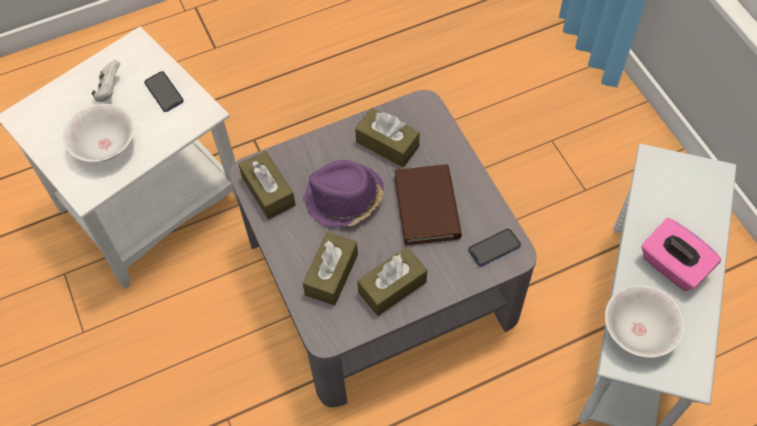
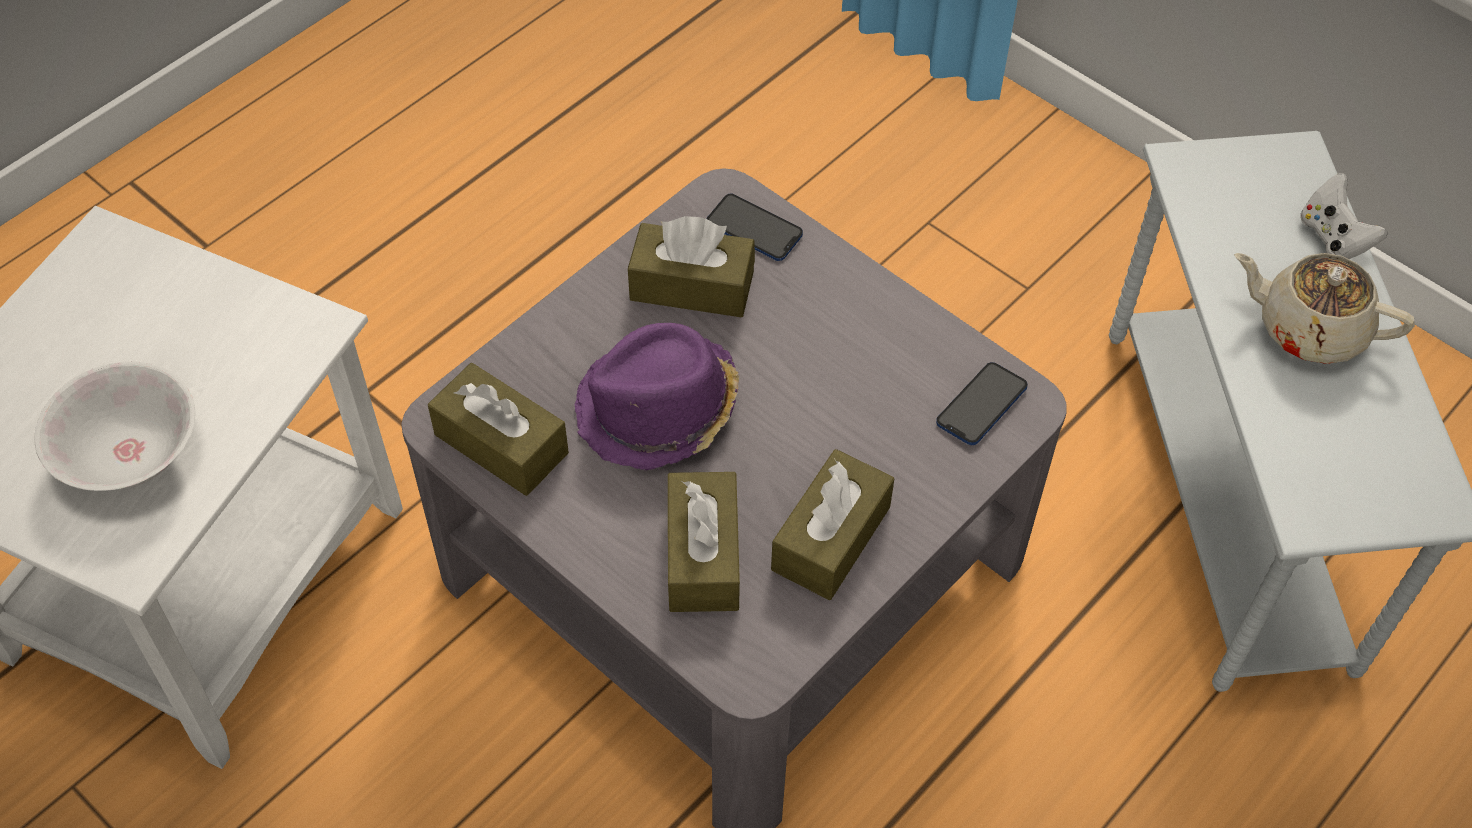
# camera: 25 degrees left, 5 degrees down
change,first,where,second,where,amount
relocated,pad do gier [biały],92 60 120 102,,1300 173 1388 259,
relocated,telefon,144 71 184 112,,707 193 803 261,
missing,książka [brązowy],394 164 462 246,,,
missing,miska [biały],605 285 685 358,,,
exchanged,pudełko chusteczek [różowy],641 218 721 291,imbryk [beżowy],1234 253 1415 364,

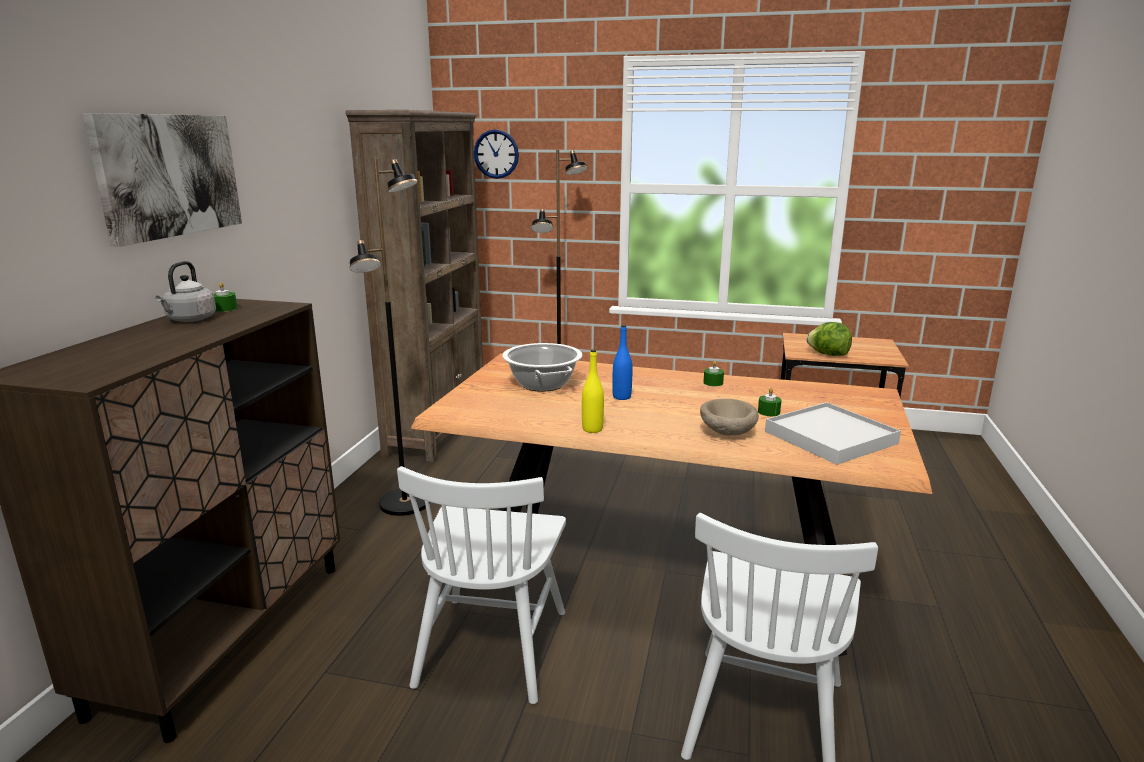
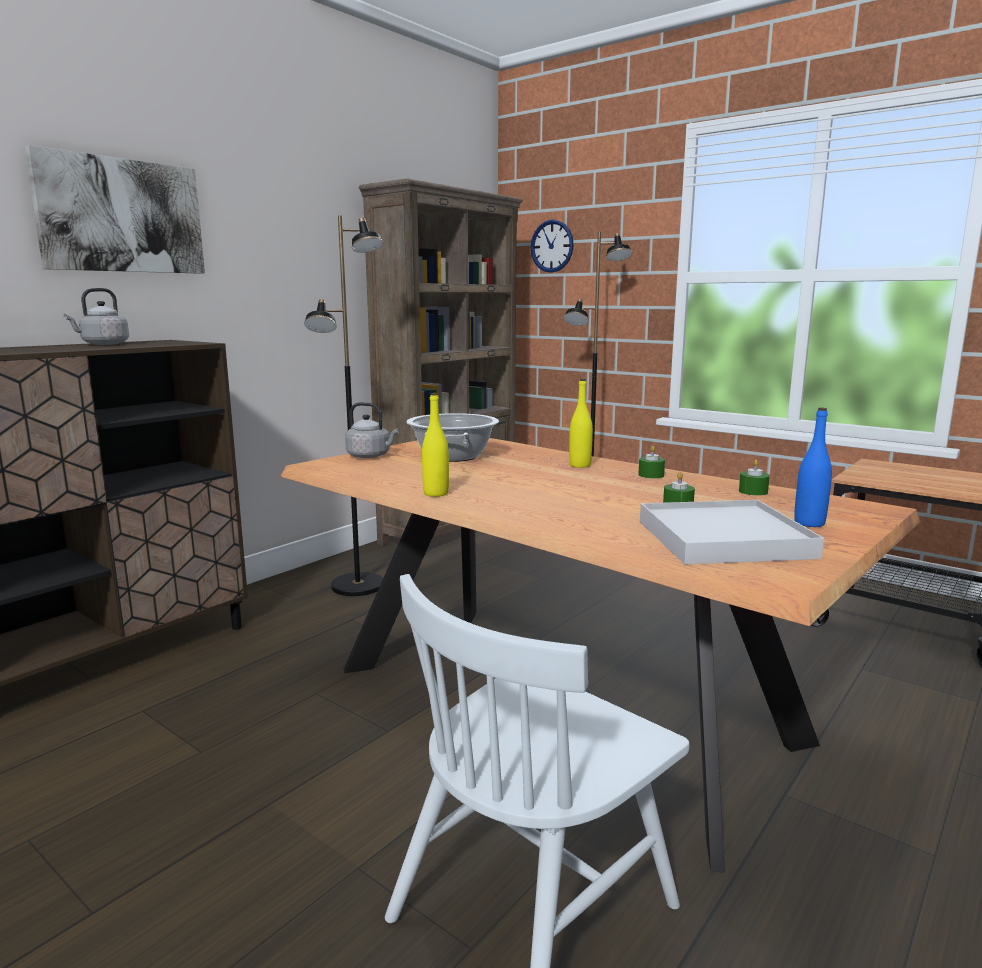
# camera: 25 degrees right, 5 degrees down
change,first,where,second,where,amount
relocated,świeca [zielony],213 282 237 312,,739 459 770 496,
missing,krzesło [biały],397 466 566 704,,,
relocated,butelka [niebieski],612 325 633 400,,794 408 832 527,
missing,miska [beżowy],700 399 759 435,,,
missing,sałata,806 322 852 356,,,
appeared,,,czajnik [szary],345 402 399 458,
appeared,,,butelka [żółty],569 379 593 468,

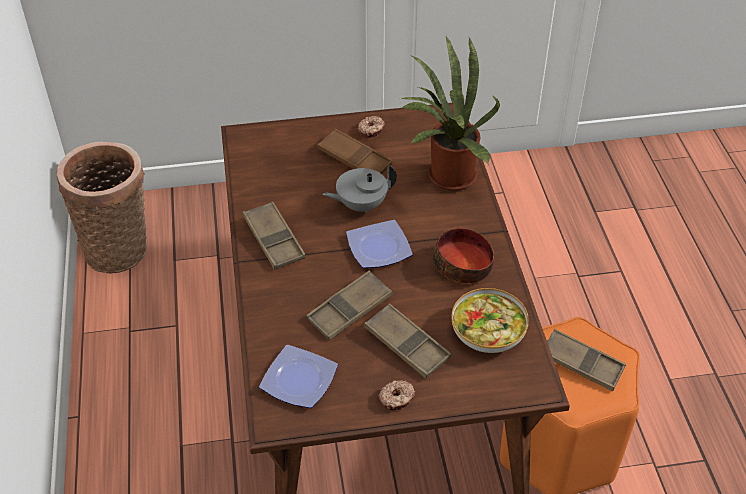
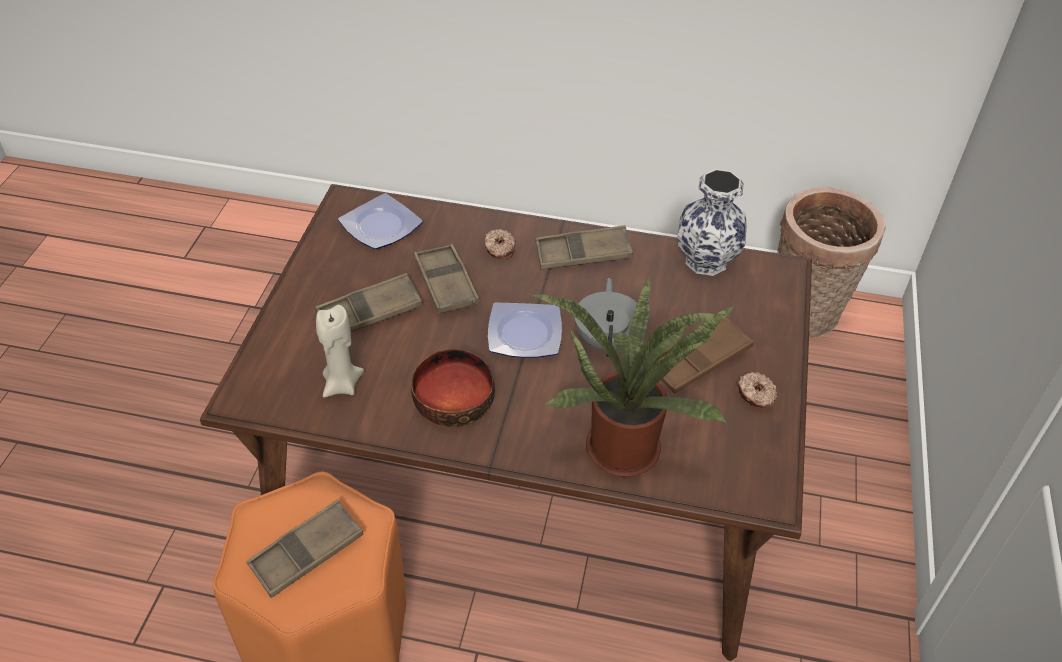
# camera: 110 degrees right, 0 degrees up
change,first,where,second,where,amount
relocated,donut,379 380 415 410,,484 229 516 259,
exchanged,miska,452 288 529 353,świeca [beżowy],316 305 364 397,
appeared,,,wazon,677 169 747 276,

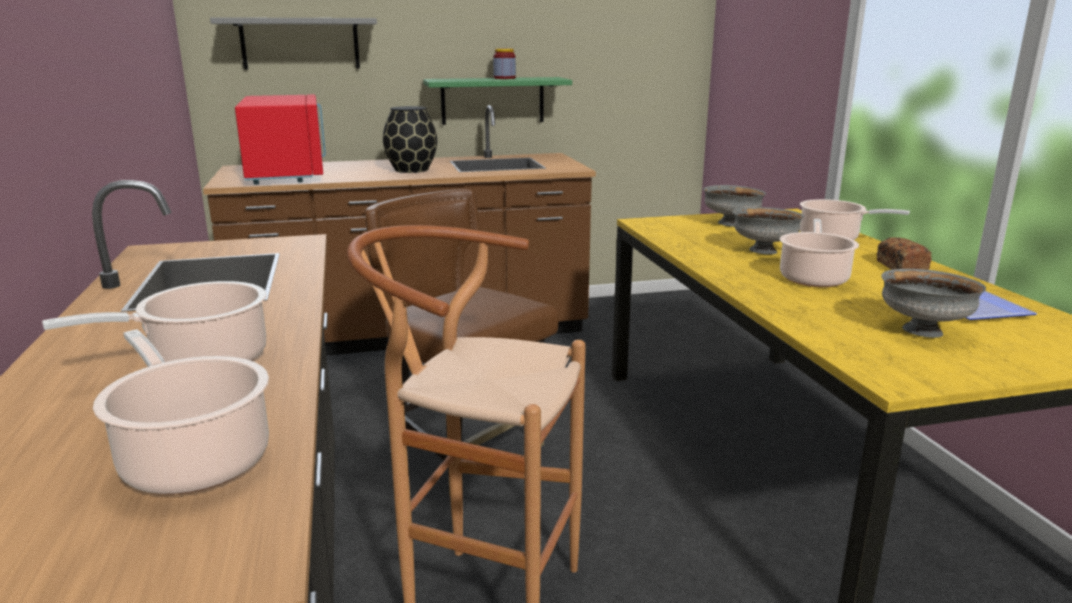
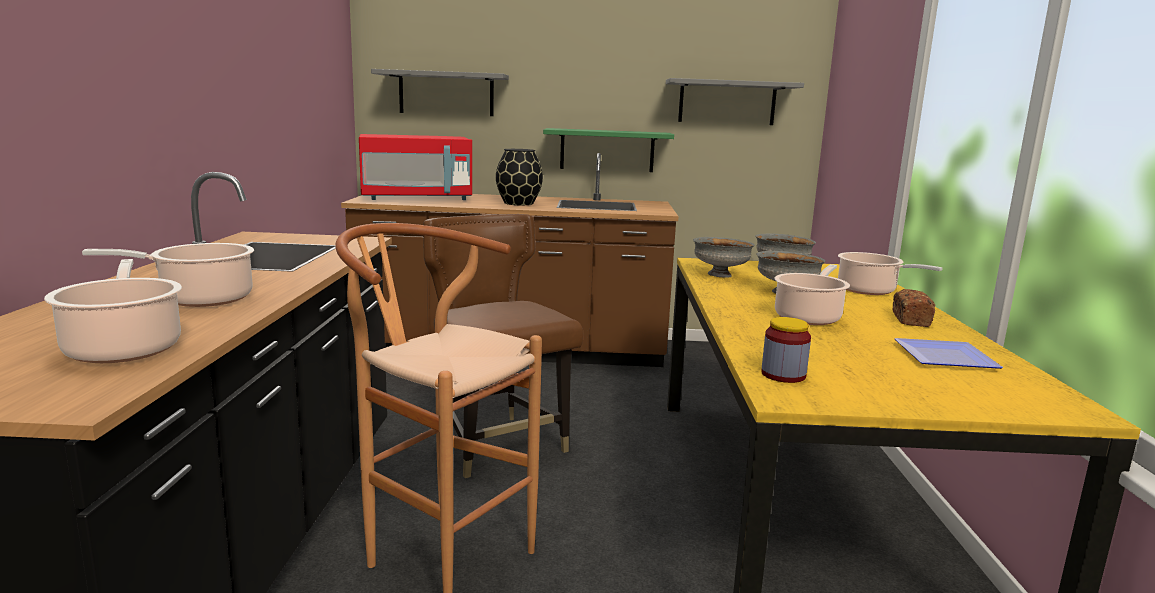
# camera: 15 degrees right, 5 degrees down
change,first,where,second,where,amount
spun,mikrofalówka [czerwony],235 94 326 185,,359 134 472 200,75 degrees clockwise
relocated,słoik,493 49 516 79,,761 317 811 383,
relocated,miska [szary],881 269 986 338,,693 237 755 278,
appeared,,,półka [szary],666 78 804 125,

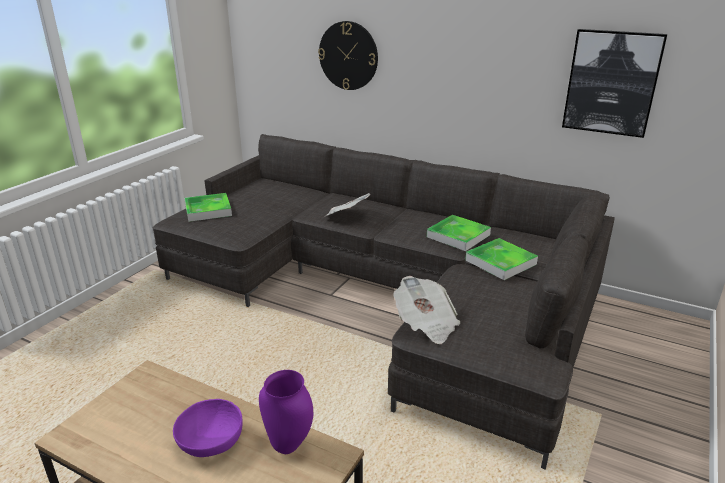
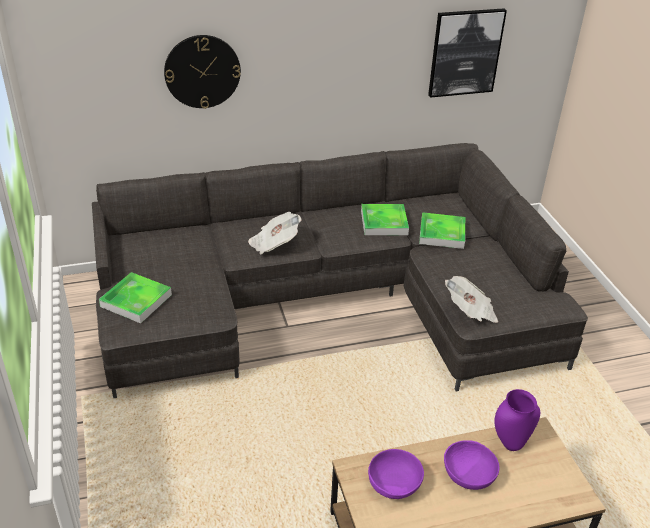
# camera: 45 degrees left, 10 degrees up
change,first,where,second,where,amount
appeared,,,miska [fioletowy],368 449 424 499,

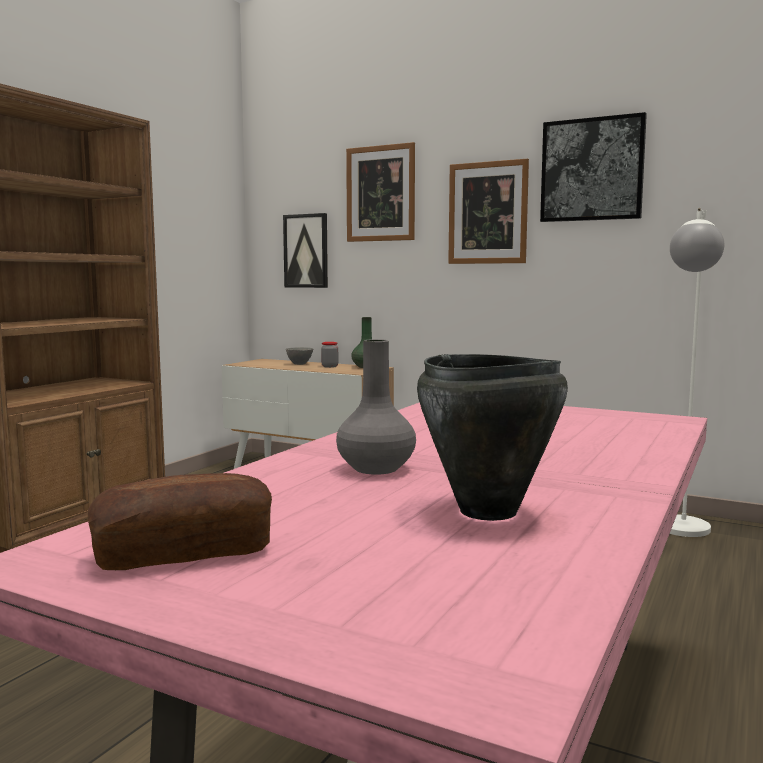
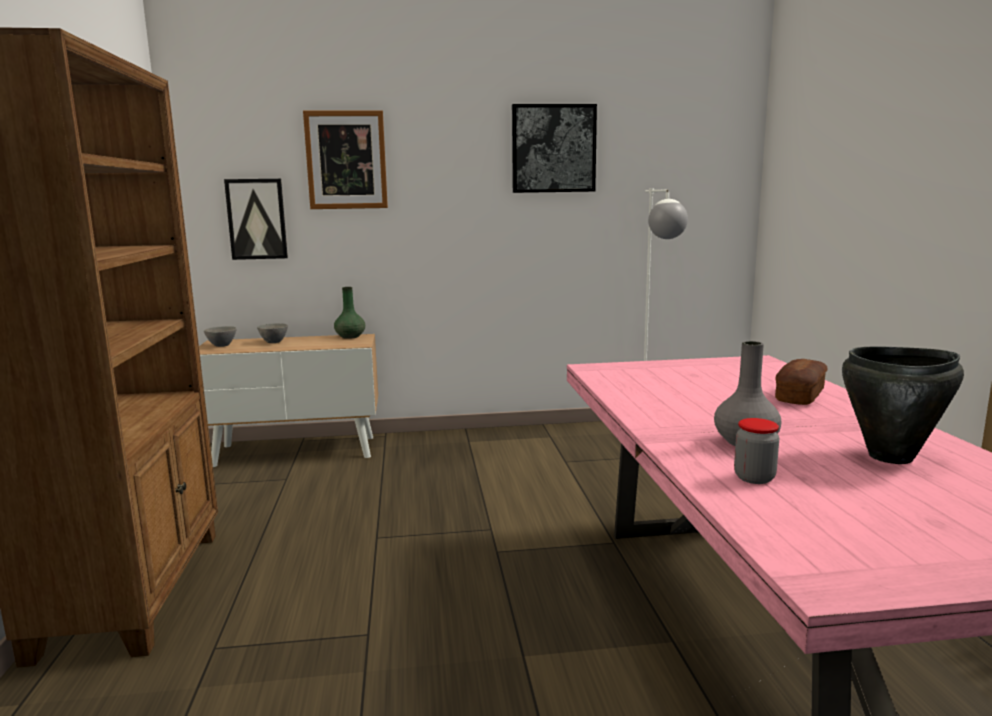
# camera: 35 degrees left, 5 degrees up
change,first,where,second,where,amount
relocated,chleb,88 473 272 570,,775 359 828 405,
relocated,słoik,321 342 338 368,,734 418 779 484,
missing,obraz,448 159 529 264,,,
appeared,,,miska [szary],204 326 237 347,

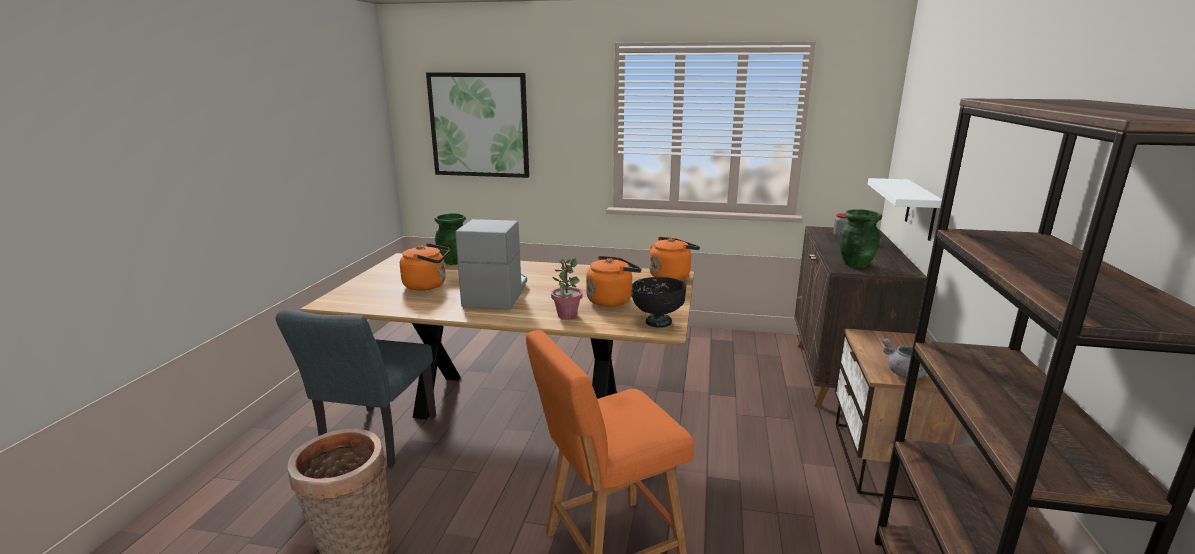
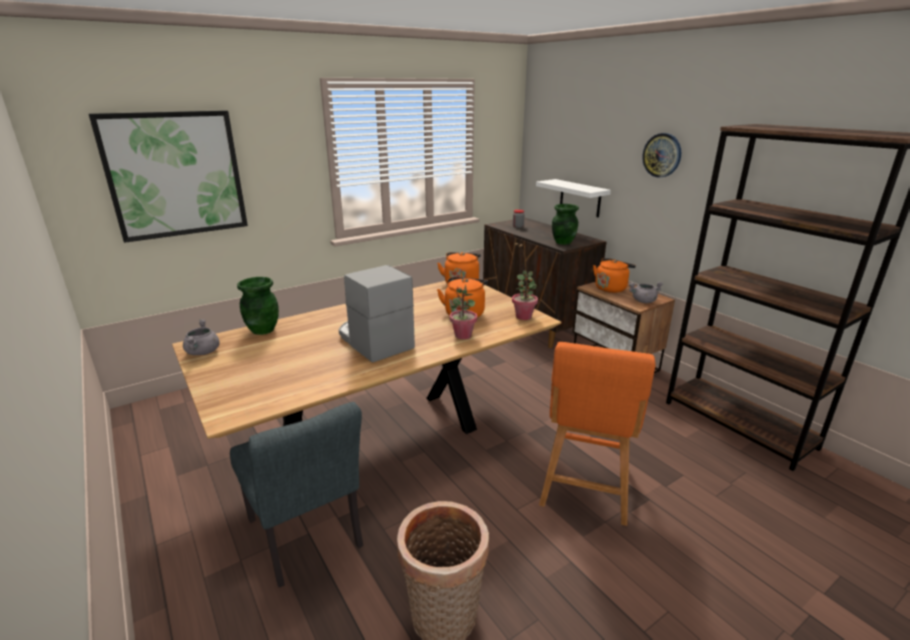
# camera: 45 degrees left, 5 degrees up
change,first,where,second,where,amount
relocated,czajnik [pomarańczowy],400 243 450 291,,593 258 636 293,
exchanged,miska [czarny],631 277 686 327,roślina doniczkowa,512 271 538 320,
appeared,,,garnek [szary],183 319 220 355,
appeared,,,zegar ścienny,642 133 681 178,

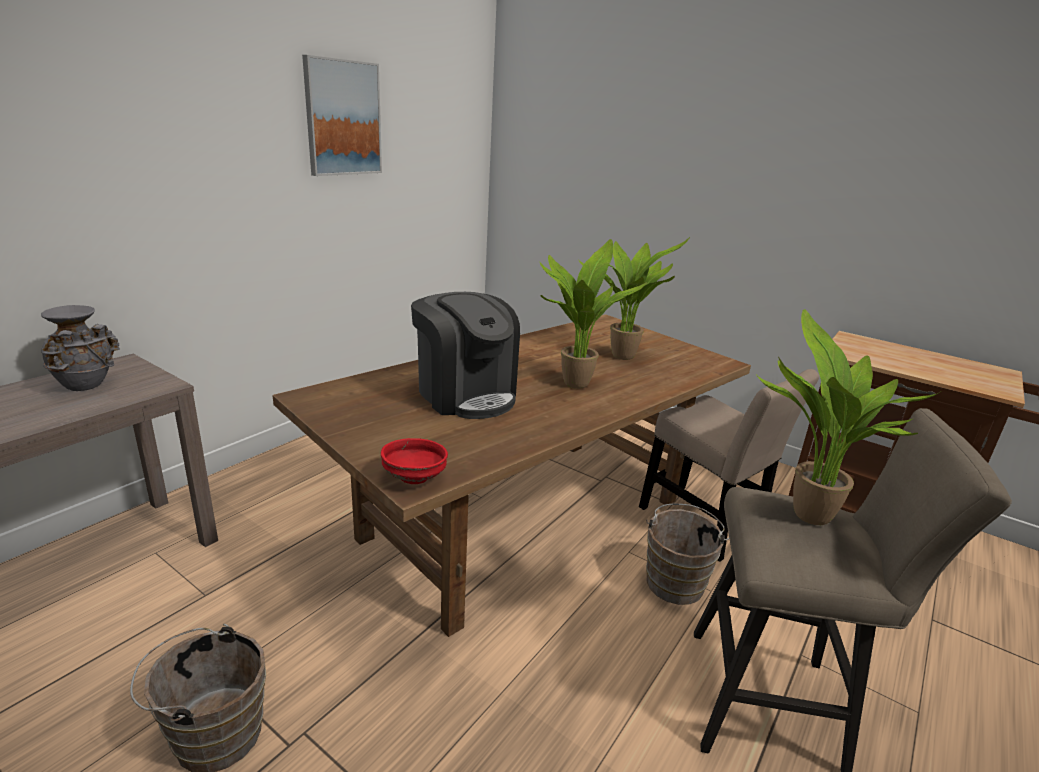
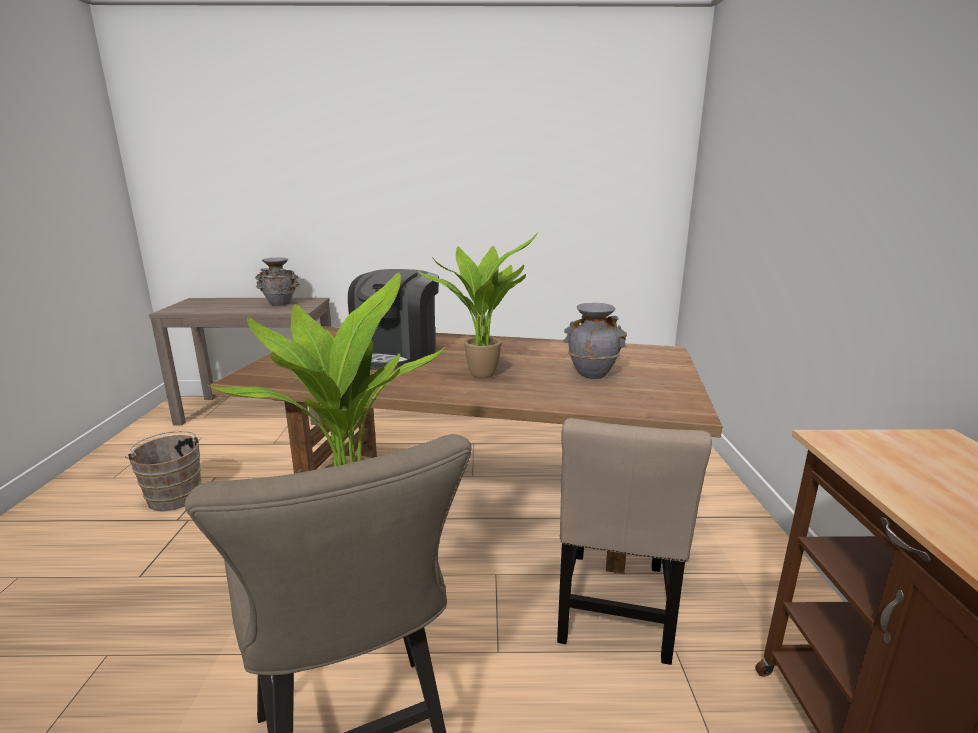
# camera: 55 degrees right, 5 degrees down
change,first,where,second,where,amount
missing,obraz,302 55 382 176,,,
missing,miska [czerwony],381 438 448 484,,,
exchanged,roślina doniczkowa,579 237 690 360,wazon [szary],563 303 627 379,
missing,wiadro [brązowy],646 504 729 605,,,

